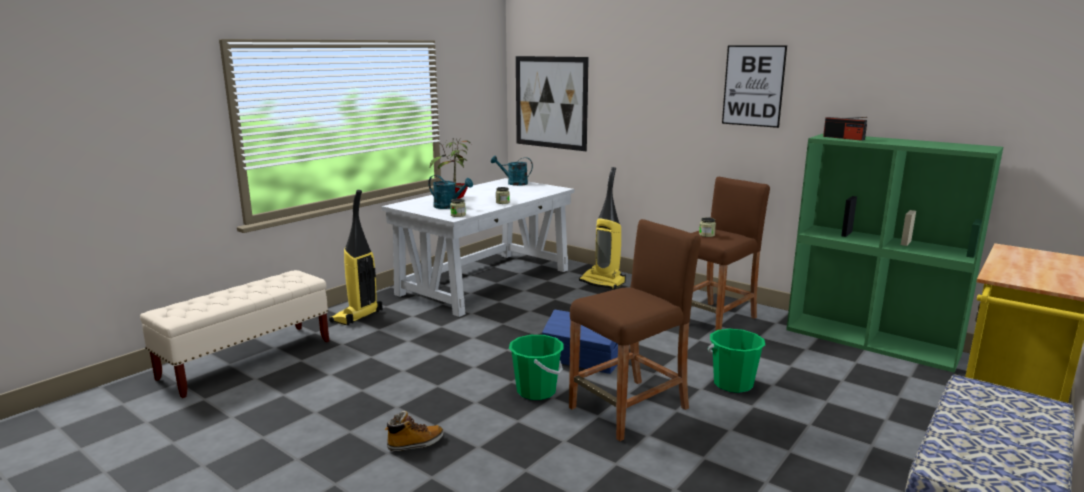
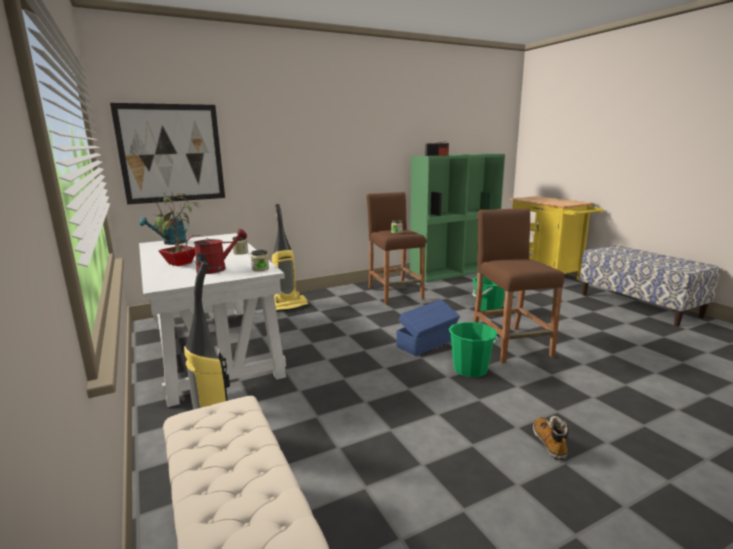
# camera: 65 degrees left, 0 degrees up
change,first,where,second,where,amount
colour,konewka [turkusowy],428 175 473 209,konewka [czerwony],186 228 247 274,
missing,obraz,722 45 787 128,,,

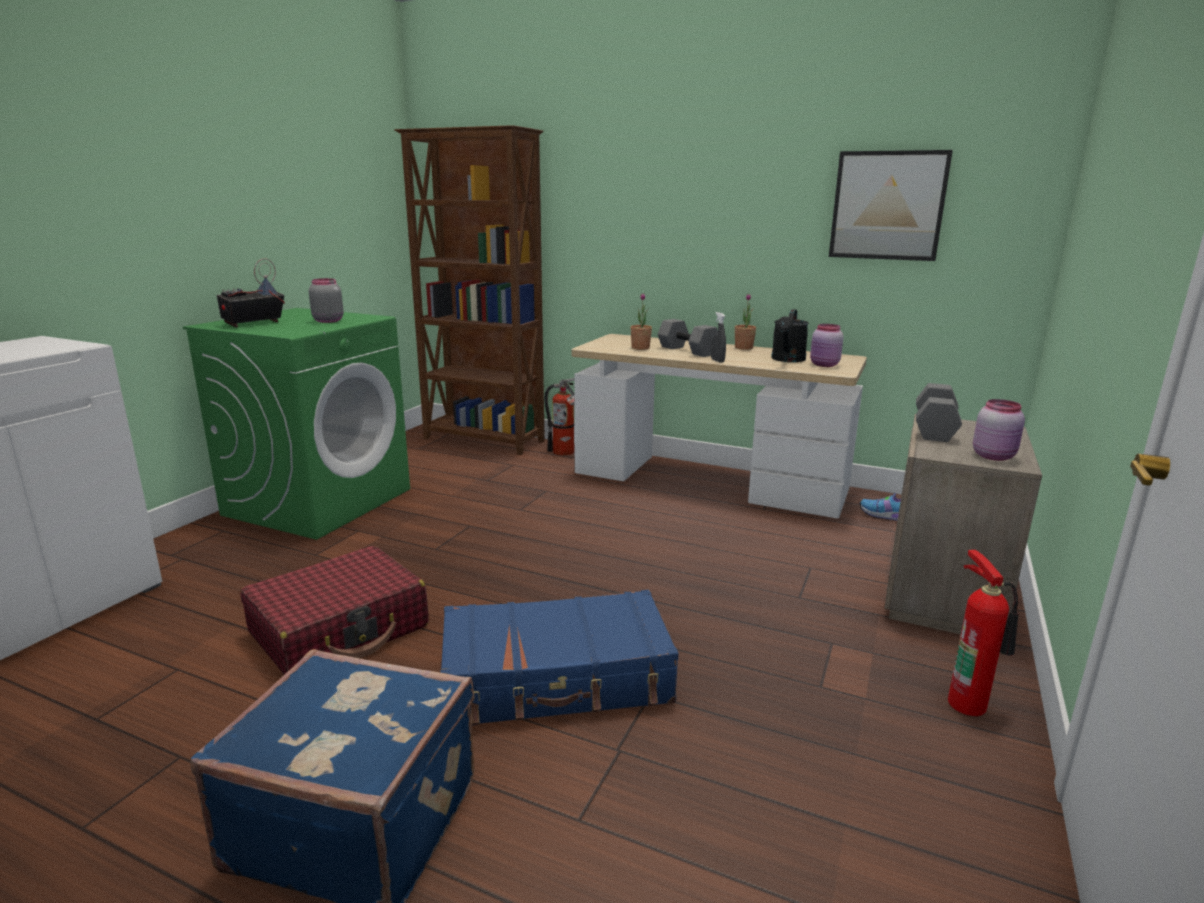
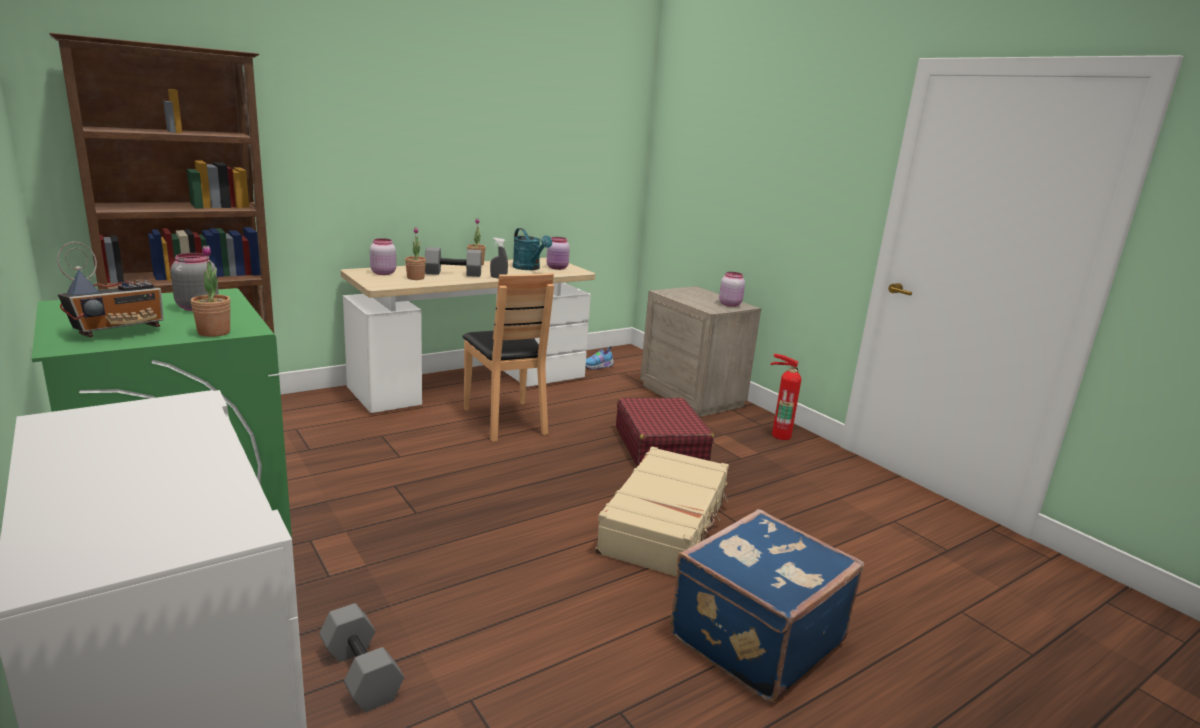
# camera: 60 degrees left, 0 degrees up
change,first,where,second,where,amount
spun,radio,217 258 285 327,,57 242 164 338,120 degrees counterclockwise
relocated,walizka [czerwony],240 546 429 675,,616 398 714 467,
colour,walizka [niebieski],440 590 678 726,walizka [beżowy],595 447 729 576,
missing,gaśnica,544 378 574 456,,,
colour,konewka [czarny],771 309 809 362,konewka [turkusowy],513 228 552 270,
missing,obraz,829 150 953 261,,,
relocated,hantel [szary],916 383 962 442,,319 603 404 712,
appeared,,,roślina doniczkowa,191 246 231 337,
appeared,,,słoik [różowy],370 238 396 275,
appeared,,,krzesło [brązowy],462 273 554 442,

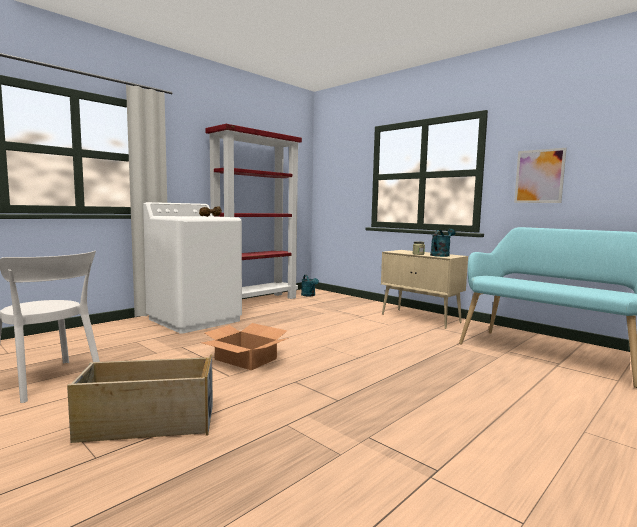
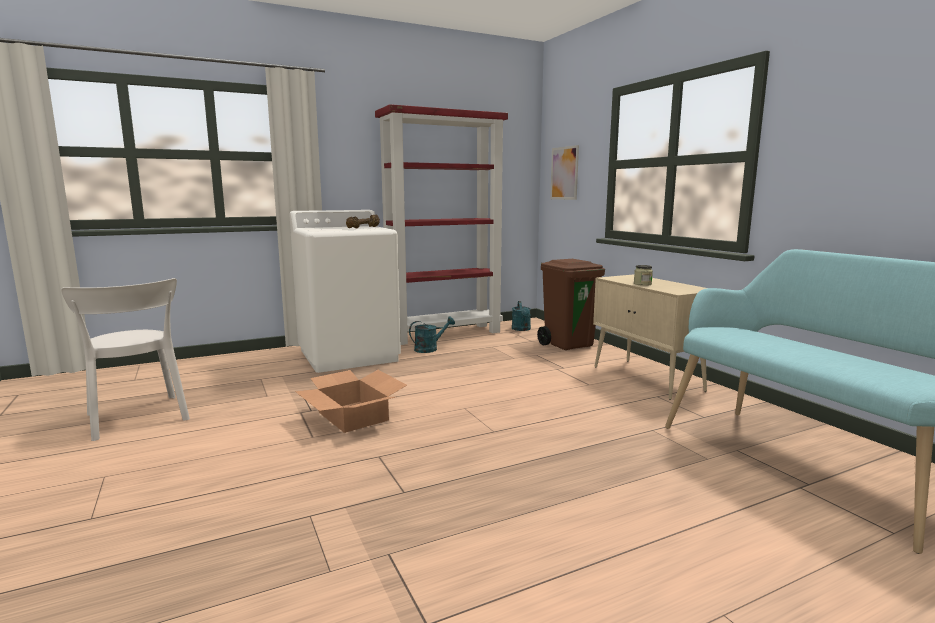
# camera: 20 degrees right, 5 degrees up
change,first,where,second,where,amount
missing,pojemnik do przechowywania [beżowy],67 355 213 443,,,
relocated,konewka [turkusowy],430 229 455 257,,409 317 455 353,
relocated,obraz,514 148 567 203,,550 145 579 200,
appeared,,,kosz na śmieci [brązowy],537 259 605 350,

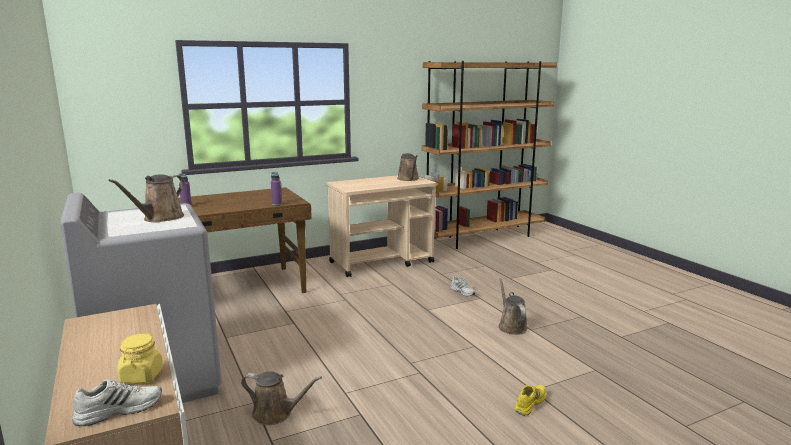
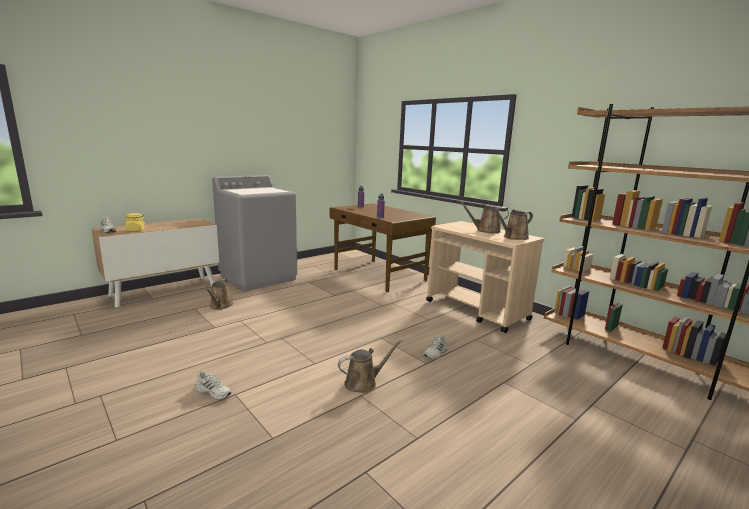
# camera: 75 degrees right, 0 degrees up
change,first,where,second,where,amount
relocated,konewka [brązowy],108 175 185 222,,458 200 509 233,
colour,but [żółty],514 385 546 416,but [biały],195 371 231 400,

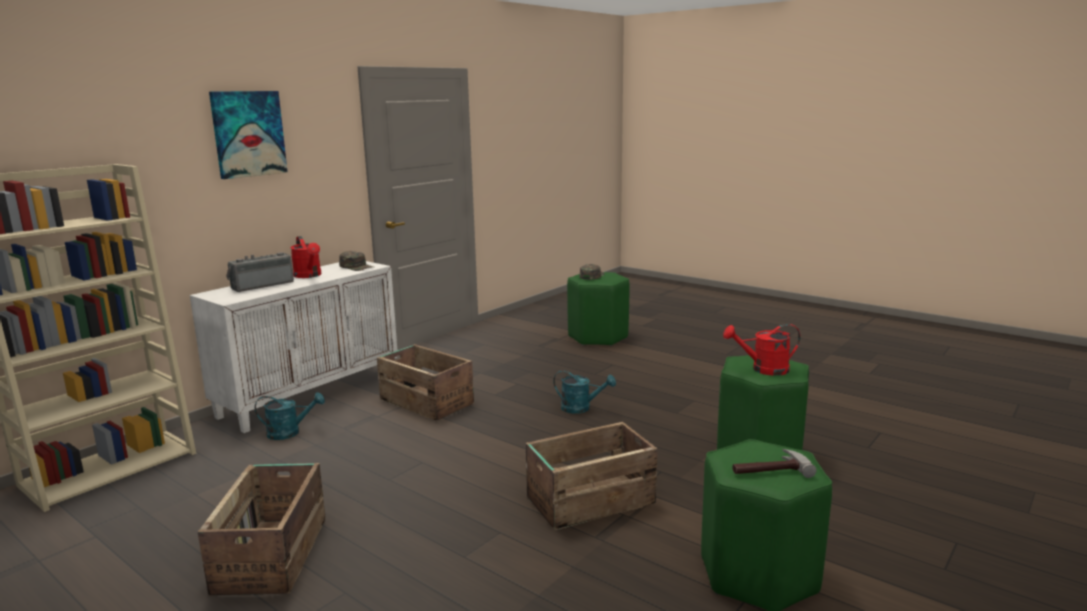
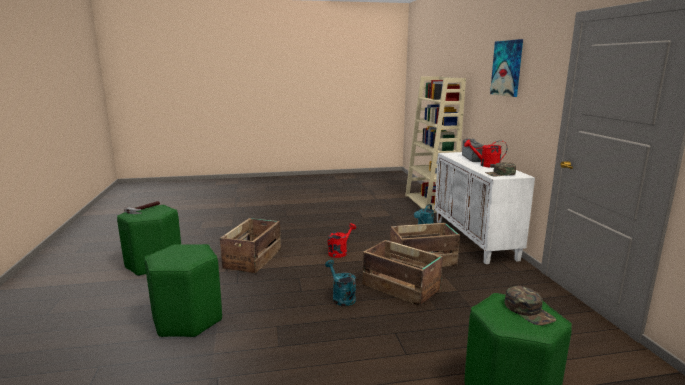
# camera: 130 degrees right, 0 degrees up
change,first,where,second,where,amount
relocated,skrzynka,198 463 326 595,,363 240 443 306,
spun,konewka [turkusowy],553 370 616 414,,325 260 356 306,90 degrees clockwise
relocated,konewka [czerwony],723 324 800 376,,328 223 356 258,

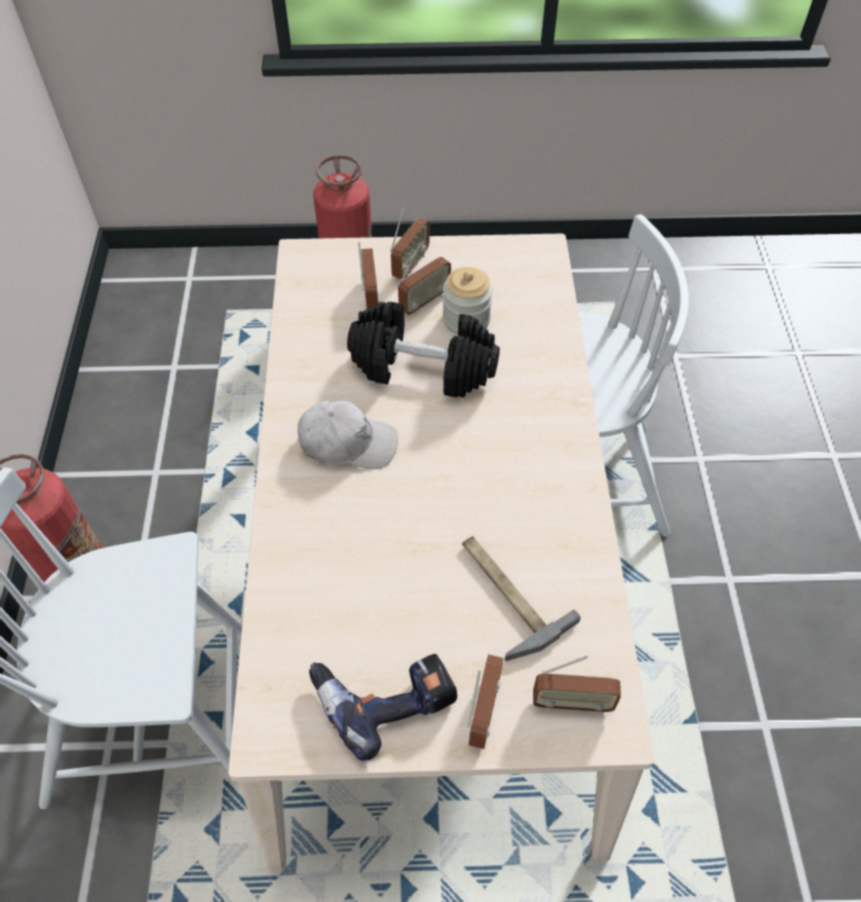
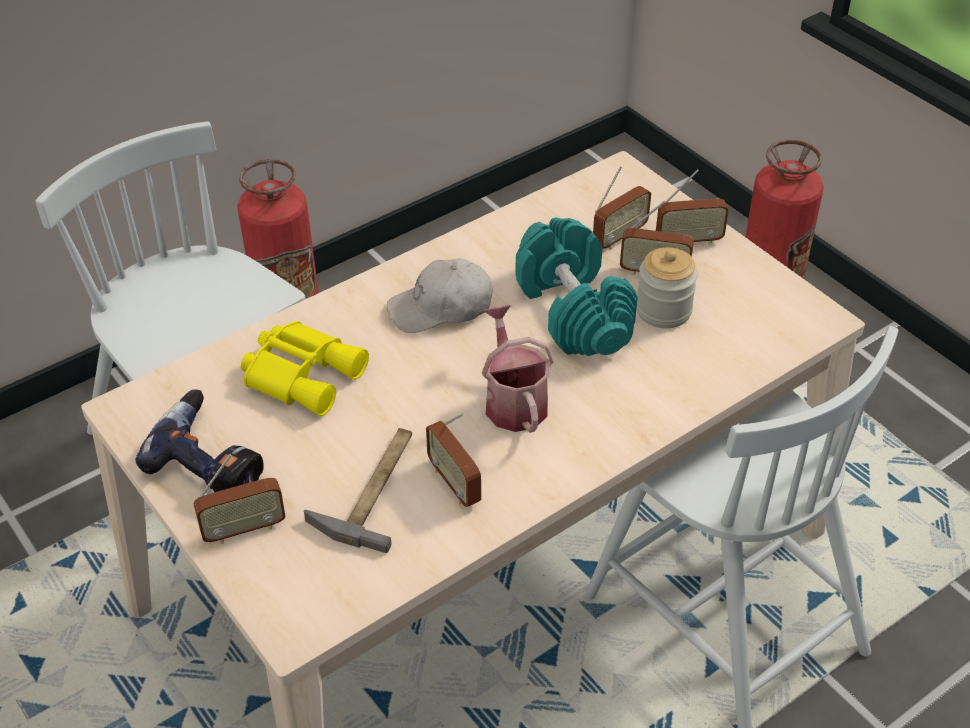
# camera: 55 degrees right, 10 degrees down
change,first,where,second,where,amount
spun,czapka z daszkiem [biały],298 401 398 469,,387 258 492 333,105 degrees clockwise
colour,hantel [czarny],347 302 500 397,hantel [turkusowy],515 217 638 356,
relocated,radio,533 656 621 714,,426 413 481 507,
appeared,,,lornetka [żółty],241 321 369 416,
appeared,,,konewka,482 305 553 433,

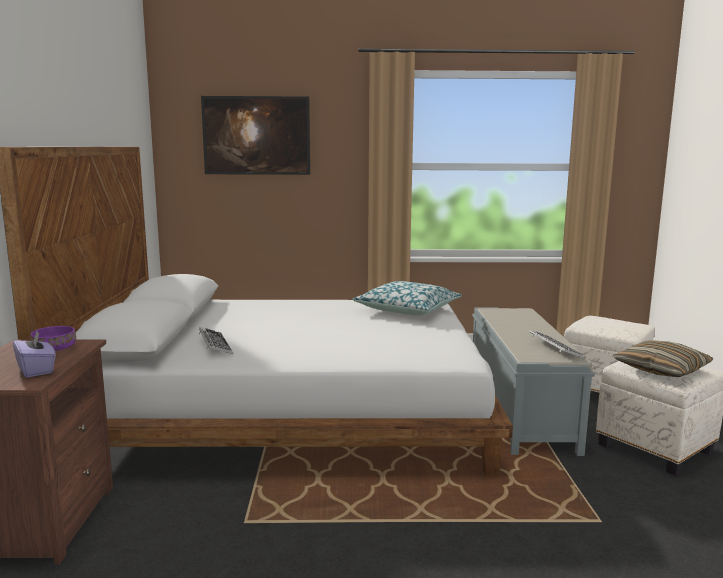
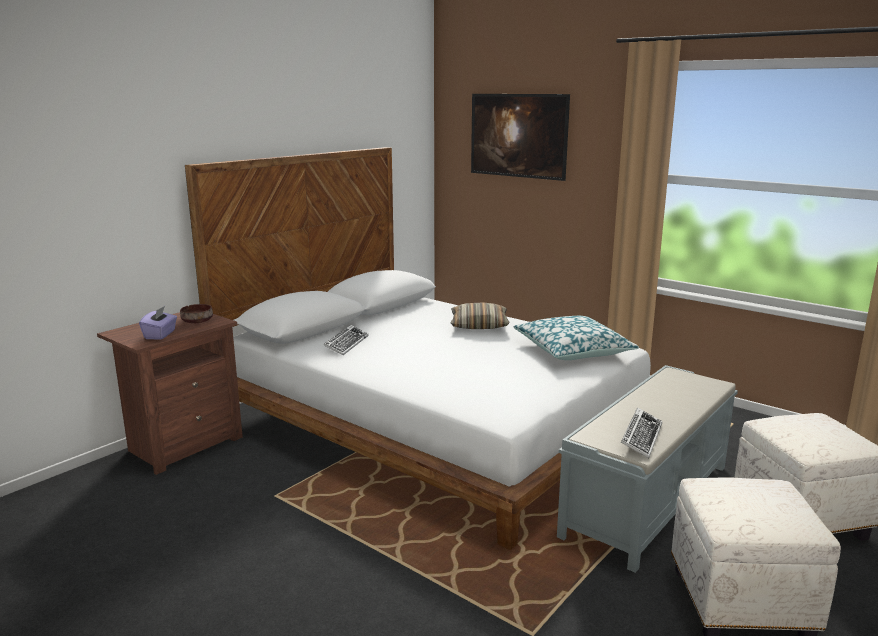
# camera: 40 degrees right, 5 degrees up
change,first,where,second,where,amount
colour,miska [fioletowy],31 326 76 351,miska [brązowy],180 304 213 323,
relocated,poduszka,613 340 714 377,,450 302 509 329,

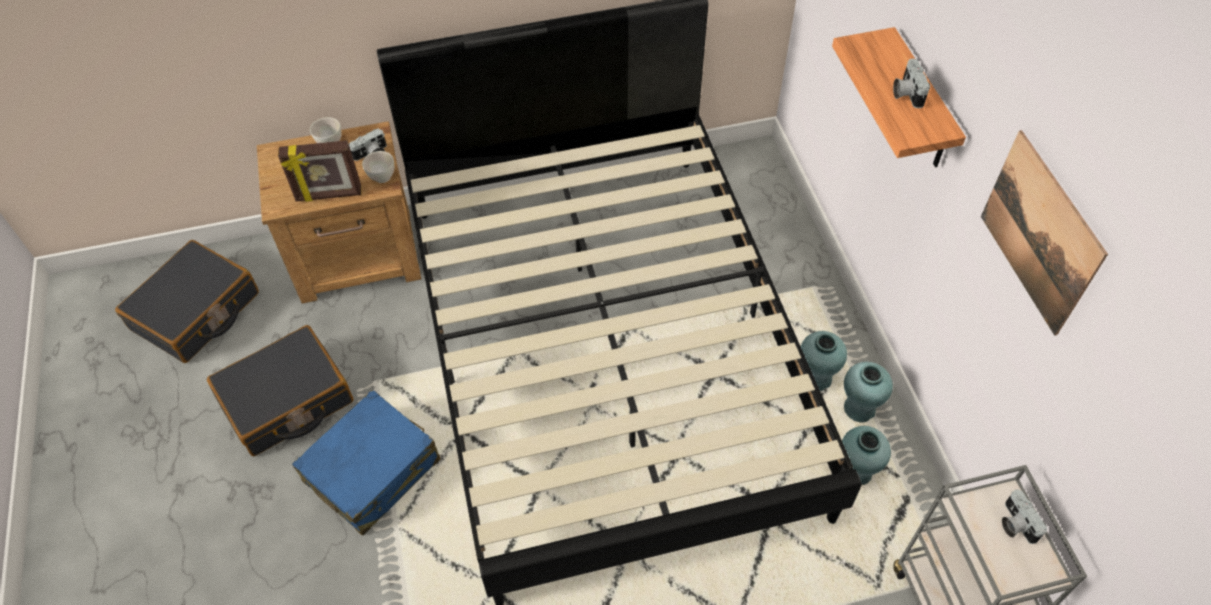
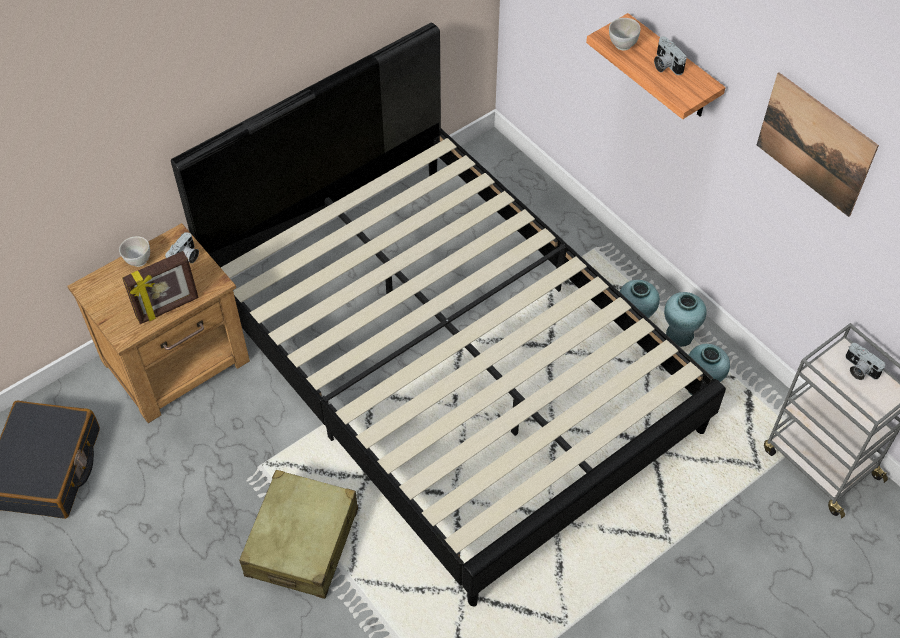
# camera: 25 degrees left, 0 degrees up
change,first,where,second,where,amount
missing,walizka [czarny],207 325 354 456,,,
colour,walizka [niebieski],292 390 441 535,walizka [beżowy],239 470 358 599,
relocated,miska [biały],362 151 394 183,,609 18 640 51,

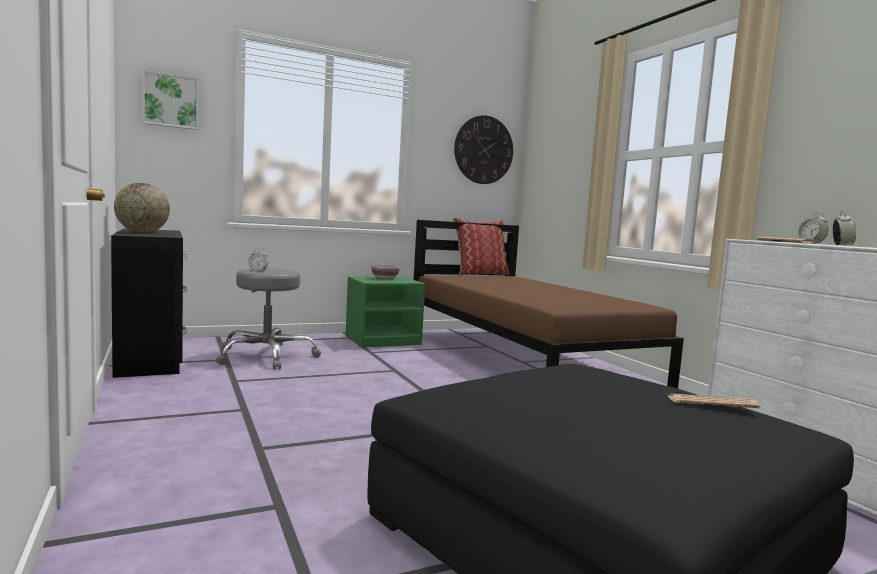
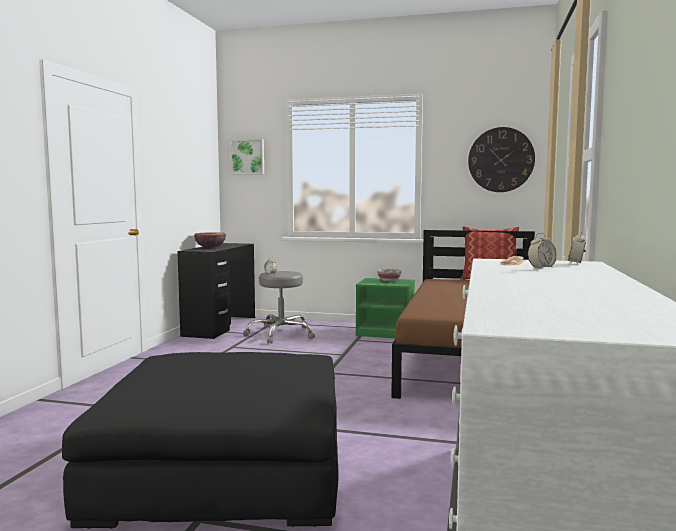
# camera: 40 degrees right, 0 degrees up
change,first,where,second,where,amount
exchanged,globus,114 183 170 233,miska,194 232 226 248,
missing,gazeta,668 394 760 408,,,

